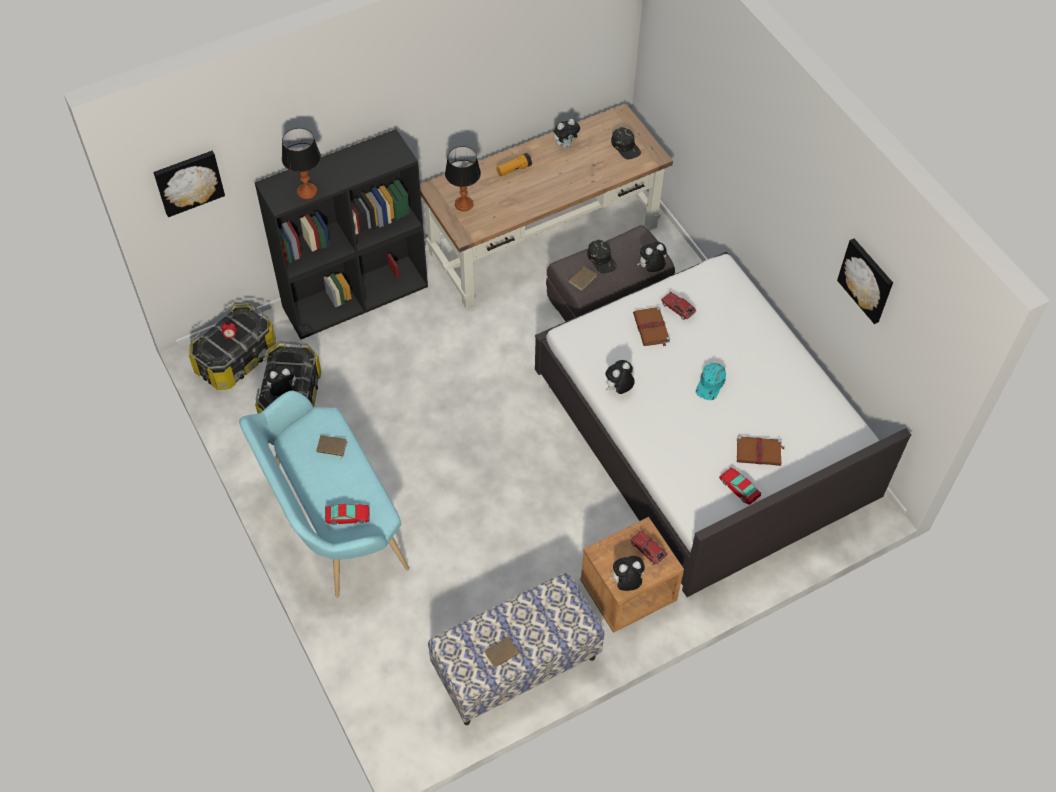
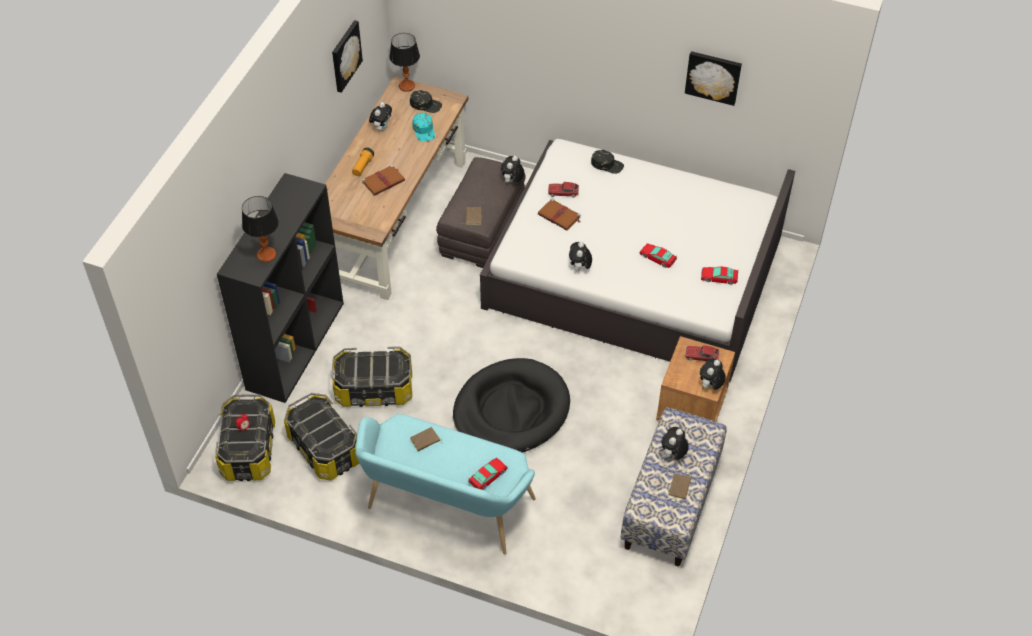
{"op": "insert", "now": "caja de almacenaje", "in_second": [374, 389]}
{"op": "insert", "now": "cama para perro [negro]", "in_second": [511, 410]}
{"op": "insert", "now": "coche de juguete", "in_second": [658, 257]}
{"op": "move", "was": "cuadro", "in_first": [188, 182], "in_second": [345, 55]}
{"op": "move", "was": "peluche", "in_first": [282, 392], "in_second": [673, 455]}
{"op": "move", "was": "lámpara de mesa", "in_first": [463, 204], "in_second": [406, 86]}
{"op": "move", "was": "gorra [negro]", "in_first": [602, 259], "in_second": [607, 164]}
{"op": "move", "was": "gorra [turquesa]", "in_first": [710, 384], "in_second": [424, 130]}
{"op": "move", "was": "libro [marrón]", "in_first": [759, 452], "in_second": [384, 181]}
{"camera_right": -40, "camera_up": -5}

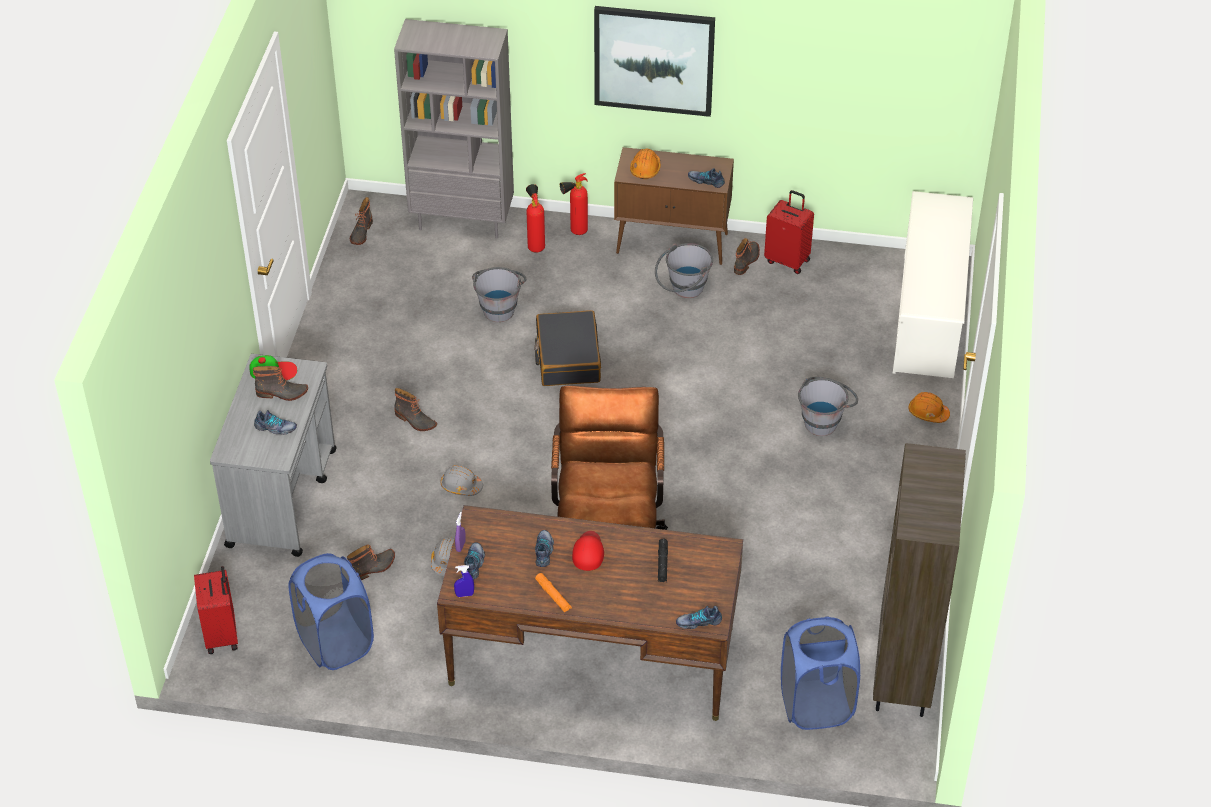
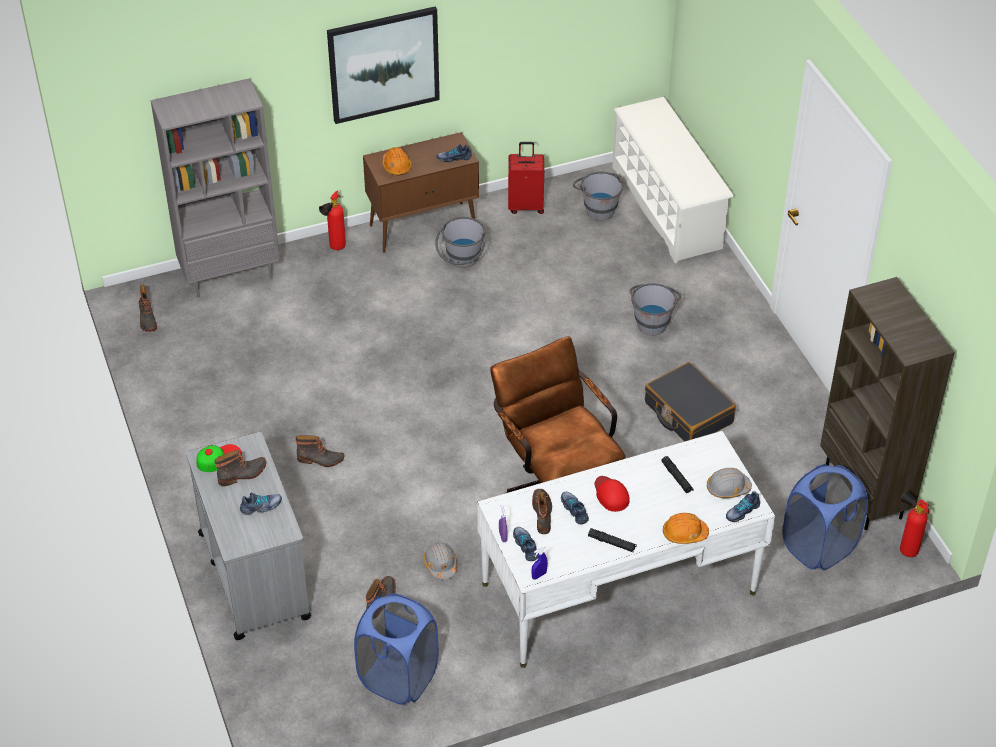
{"op": "delete", "was": "maleta [rojo]", "in_first": [222, 635]}
{"op": "move", "was": "casco [gris]", "in_first": [461, 486], "in_second": [728, 488]}
{"op": "move", "was": "cubo [gris]", "in_first": [499, 306], "in_second": [597, 208]}
{"op": "move", "was": "extintor", "in_first": [535, 245], "in_second": [905, 549]}
{"op": "move", "was": "maleta [negro]", "in_first": [567, 358], "in_second": [688, 413]}
{"op": "move", "was": "bota", "in_first": [747, 260], "in_second": [543, 513]}
{"op": "move", "was": "casco [naranja]", "in_first": [928, 413], "in_second": [684, 533]}
{"op": "recolor", "was": "escritorio [marrón]", "now": "escritorio [blanco]", "in_first": [592, 656], "in_second": [619, 588]}
{"op": "recolor", "was": "linterna [naranja]", "now": "linterna [negro]", "in_first": [553, 596], "in_second": [612, 543]}
{"camera_right": -30, "camera_up": 0}

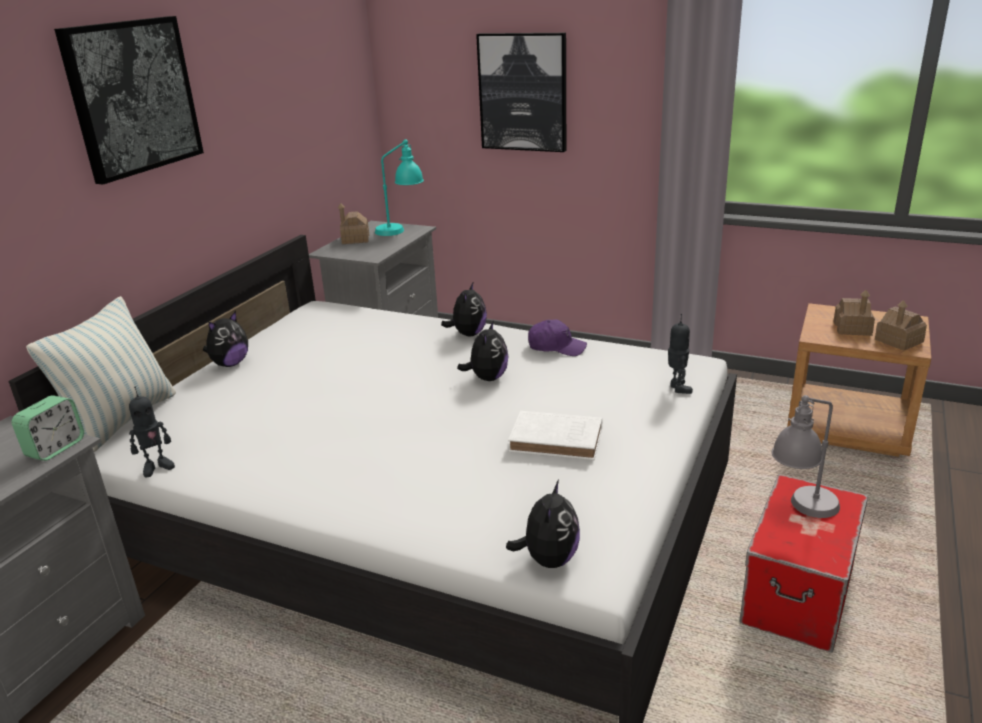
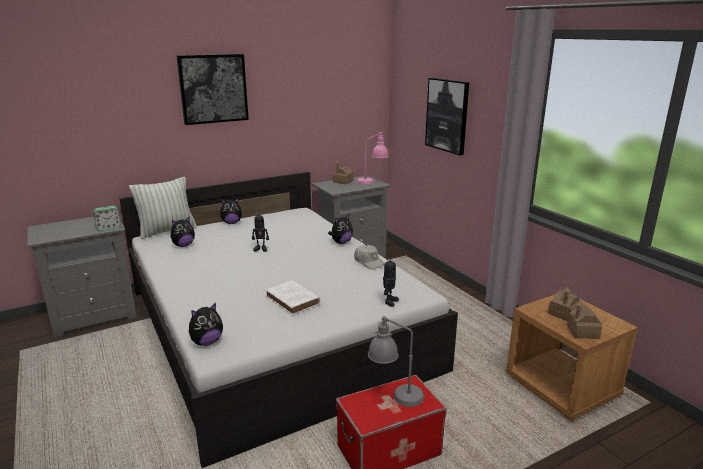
{"op": "move", "was": "robot de juguete", "in_first": [157, 467], "in_second": [261, 249]}
{"op": "move", "was": "peluche", "in_first": [487, 378], "in_second": [183, 245]}
{"op": "recolor", "was": "lámpara de mesa [turquesa]", "now": "lámpara de mesa [rosa]", "in_first": [401, 229], "in_second": [372, 182]}
{"op": "recolor", "was": "gorra [morado]", "now": "gorra [blanco]", "in_first": [556, 347], "in_second": [369, 262]}
{"camera_right": 35, "camera_up": -5}

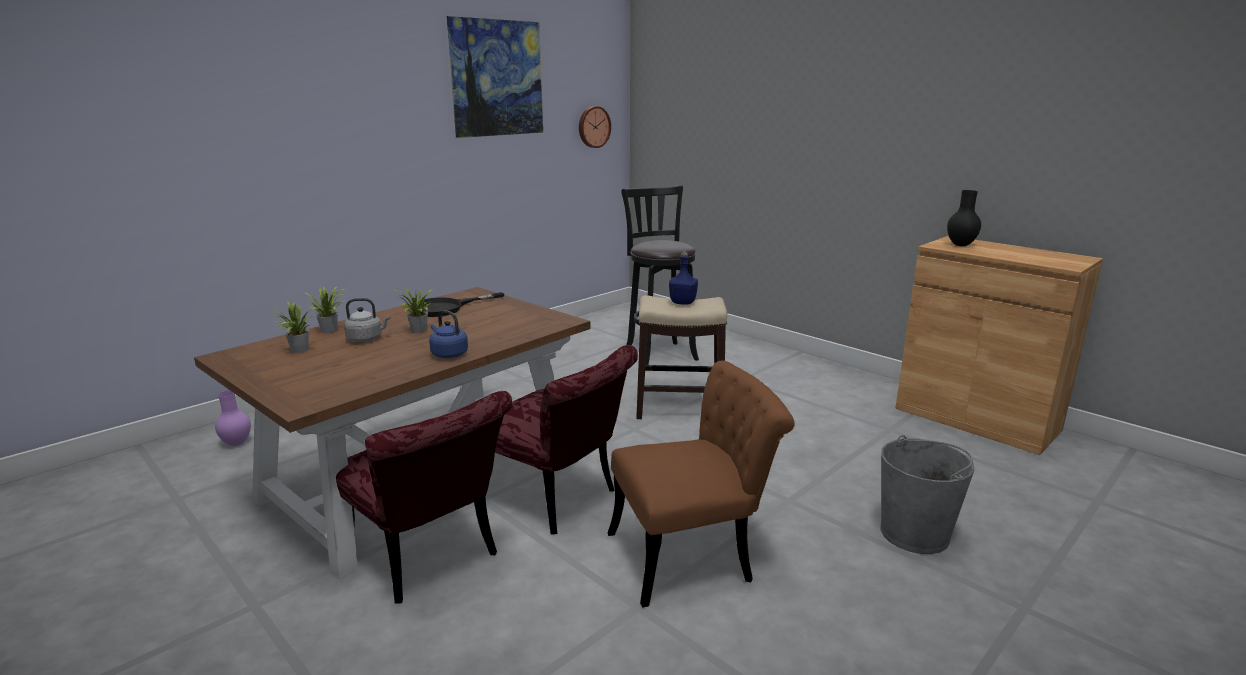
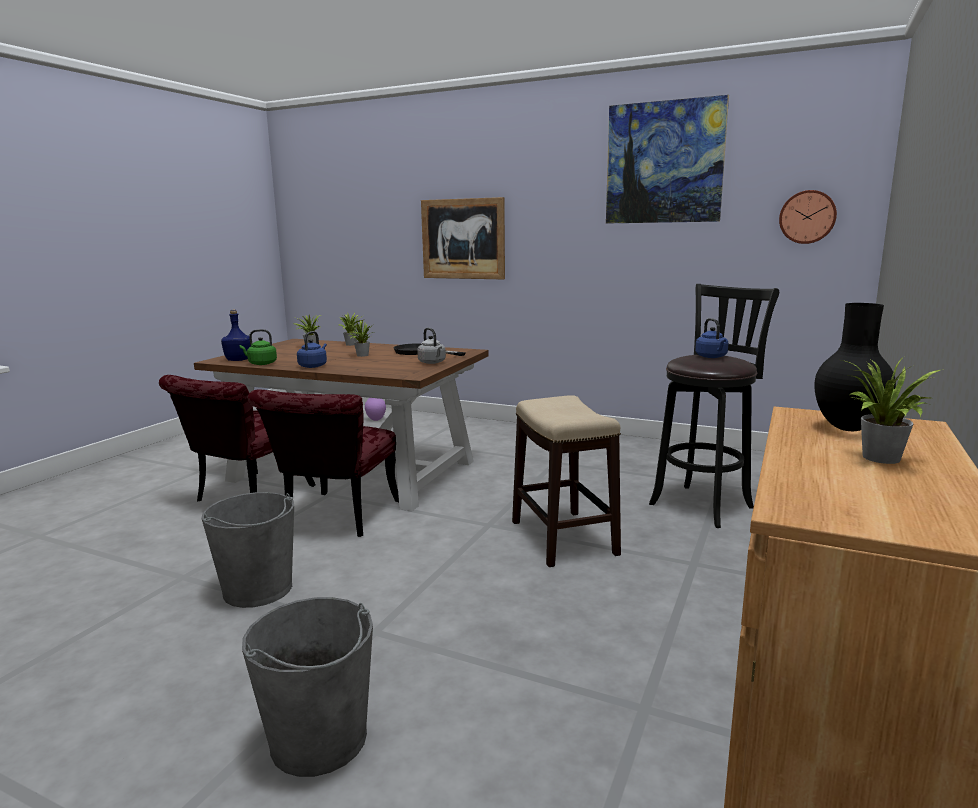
{"op": "insert", "now": "hervidor [verde]", "in_second": [261, 363]}
{"op": "insert", "now": "cuadro", "in_second": [463, 239]}
{"op": "insert", "now": "hervidor [azul]", "in_second": [712, 357]}
{"op": "insert", "now": "planta en maceta", "in_second": [880, 459]}
{"op": "move", "was": "hervidor [gris]", "in_first": [367, 339], "in_second": [432, 362]}
{"op": "move", "was": "botella [azul]", "in_first": [683, 302], "in_second": [239, 360]}
{"op": "replace", "was": "silla [marrón]", "now": "cubo [gris]", "in_first": [693, 555], "in_second": [258, 589]}
{"camera_right": 70, "camera_up": -5}

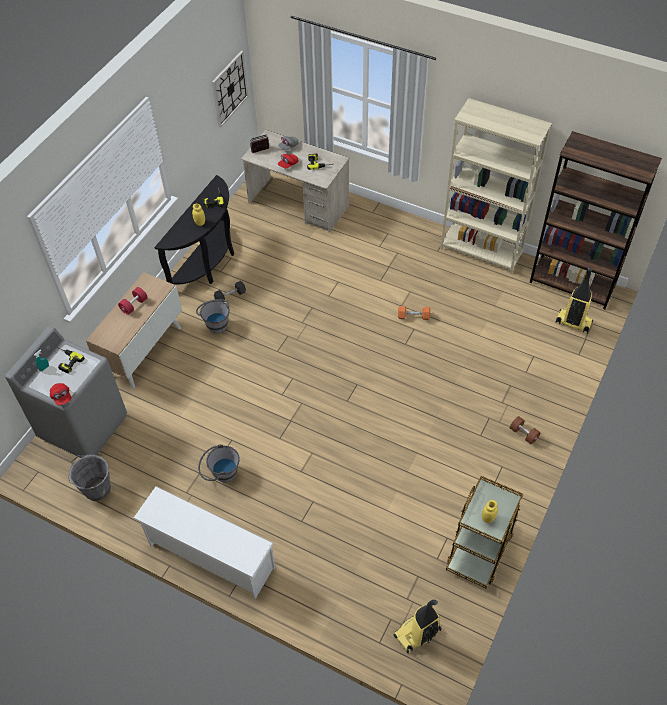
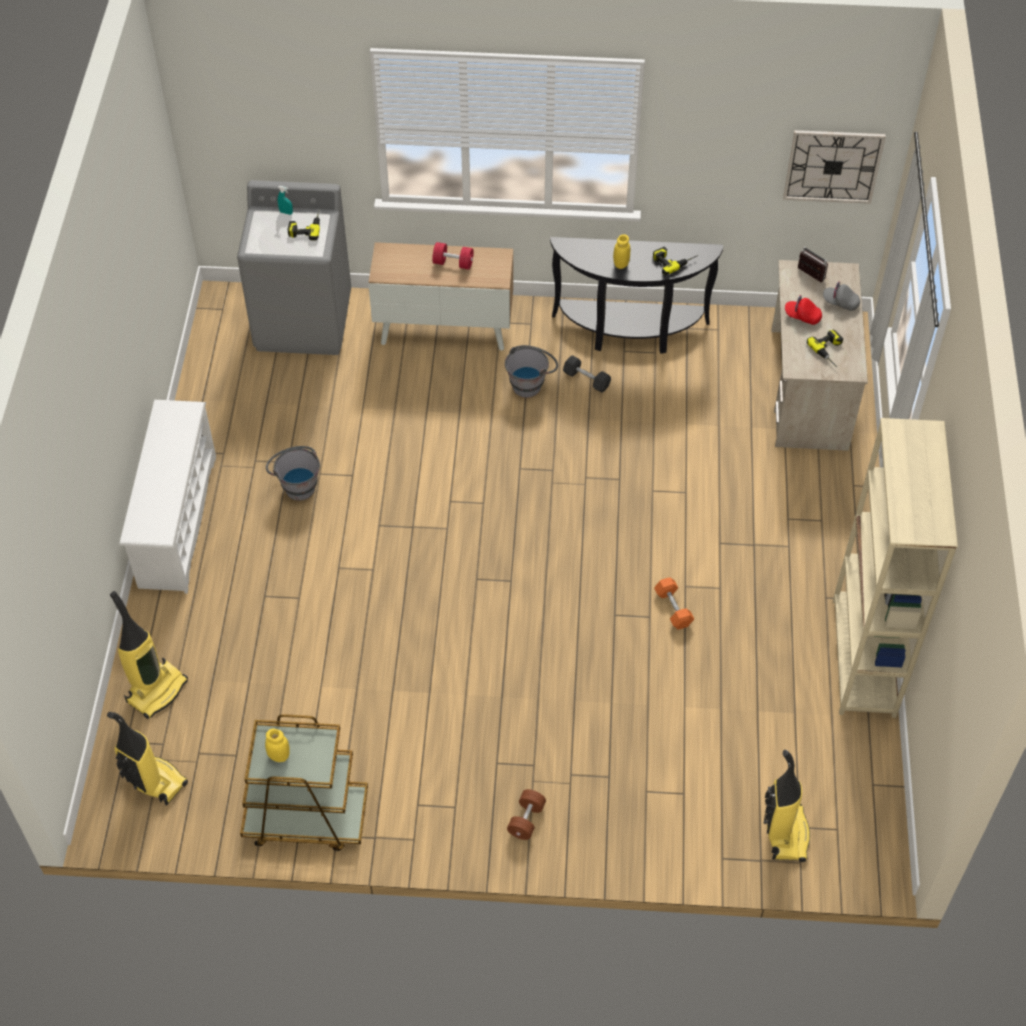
{"op": "delete", "was": "gorra [rojo]", "in_first": [62, 397]}
{"op": "delete", "was": "cubo [gris]", "in_first": [96, 488]}
{"op": "delete", "was": "estantería [marrón]", "in_first": [572, 285]}
{"op": "insert", "now": "aspiradora", "in_second": [156, 690]}
{"camera_right": 65, "camera_up": 0}

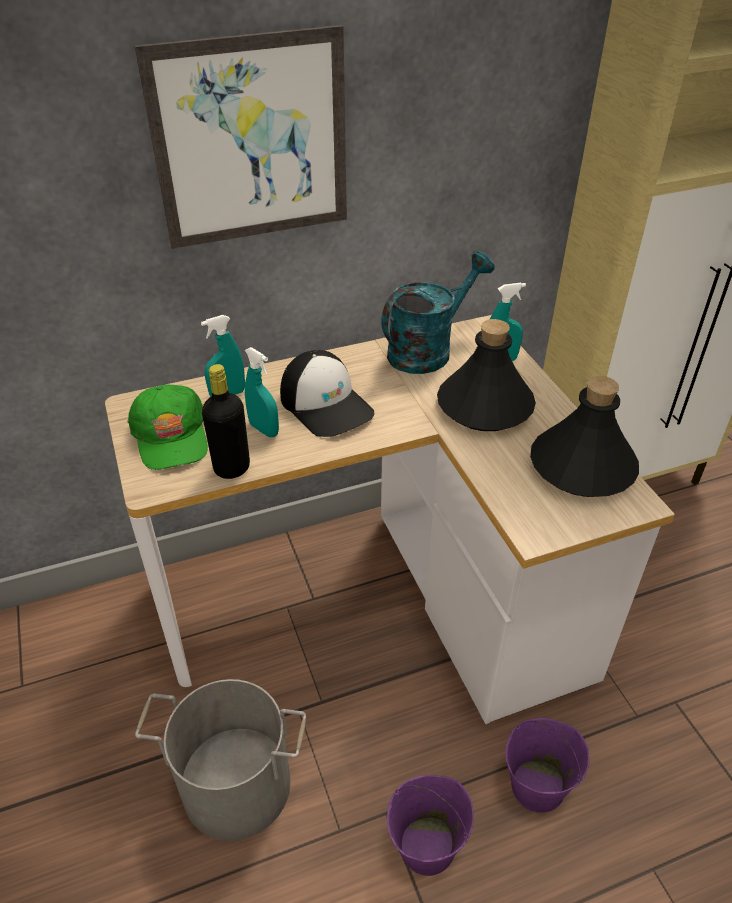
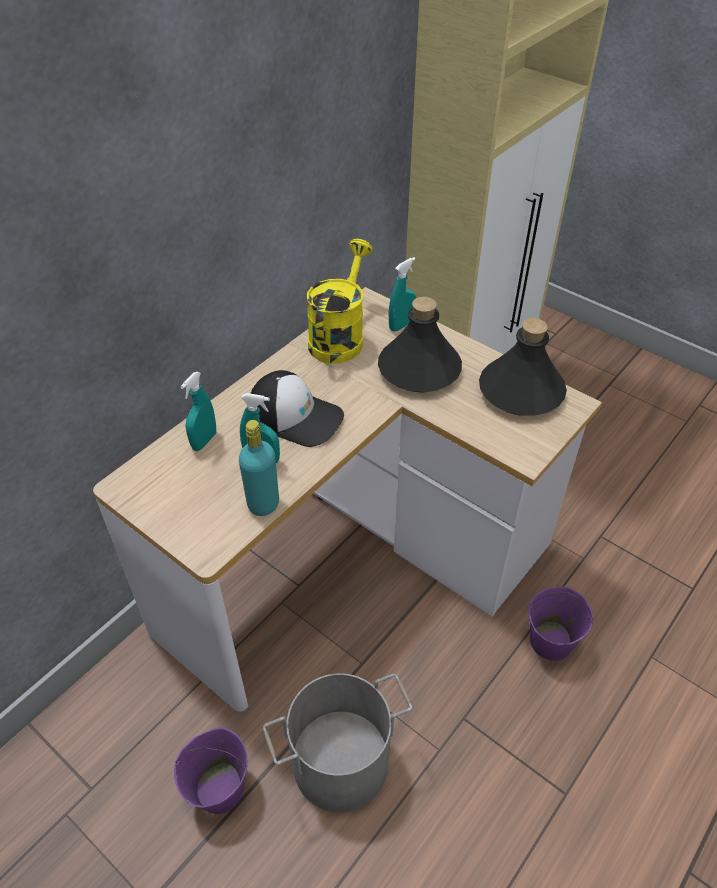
{"op": "delete", "was": "gorra [verde]", "in_first": [171, 436]}
{"op": "delete", "was": "cuadro", "in_first": [251, 141]}
{"op": "move", "was": "cubo [morado]", "in_first": [427, 844], "in_second": [220, 787]}
{"op": "recolor", "was": "botella [negro]", "now": "botella [turquesa]", "in_first": [232, 468], "in_second": [263, 504]}
{"op": "recolor", "was": "regadera [turquesa]", "now": "regadera [amarillo]", "in_first": [428, 350], "in_second": [339, 336]}
{"camera_right": -30, "camera_up": 5}

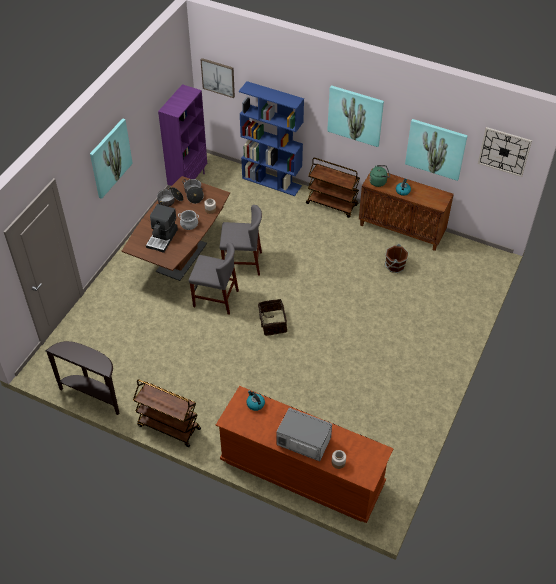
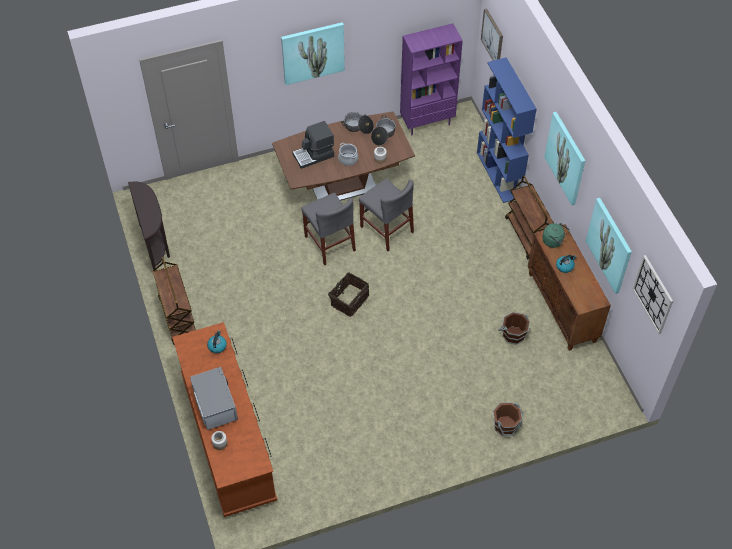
{"op": "insert", "now": "cubo [marrón]", "in_second": [506, 425]}
{"camera_right": 45, "camera_up": 5}

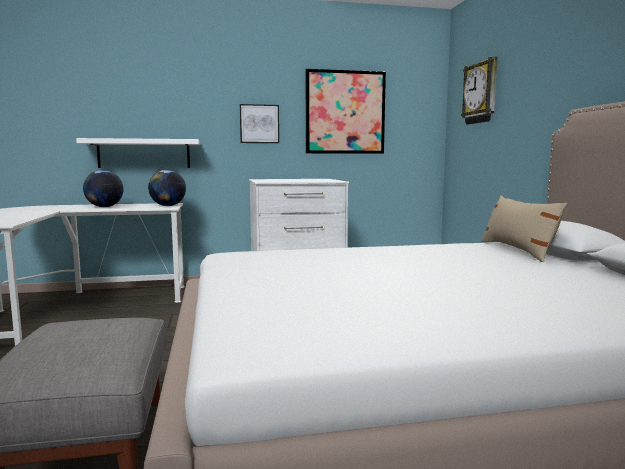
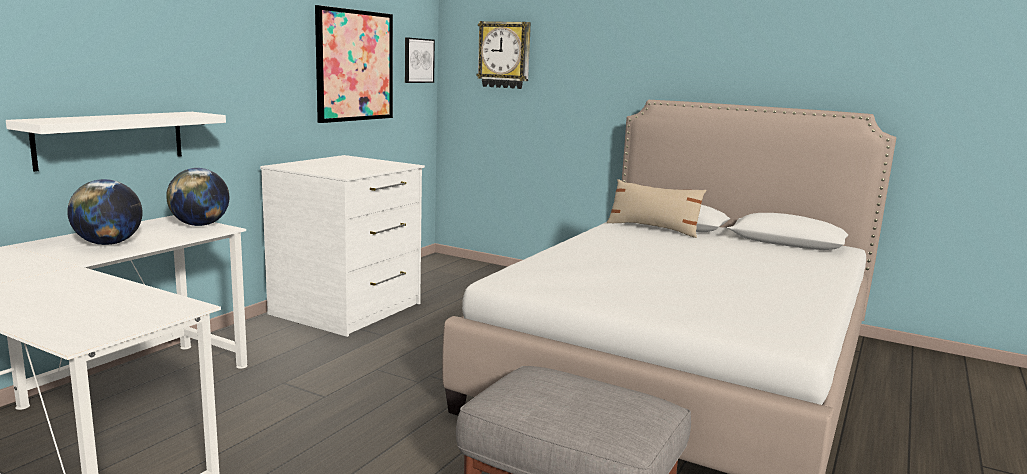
{"op": "move", "was": "cuadro", "in_first": [259, 124], "in_second": [418, 60]}
{"camera_right": -50, "camera_up": 5}

